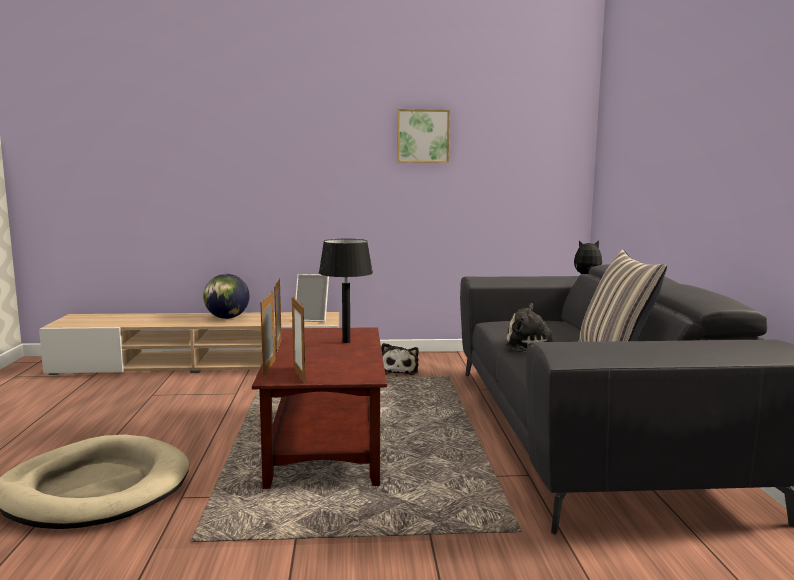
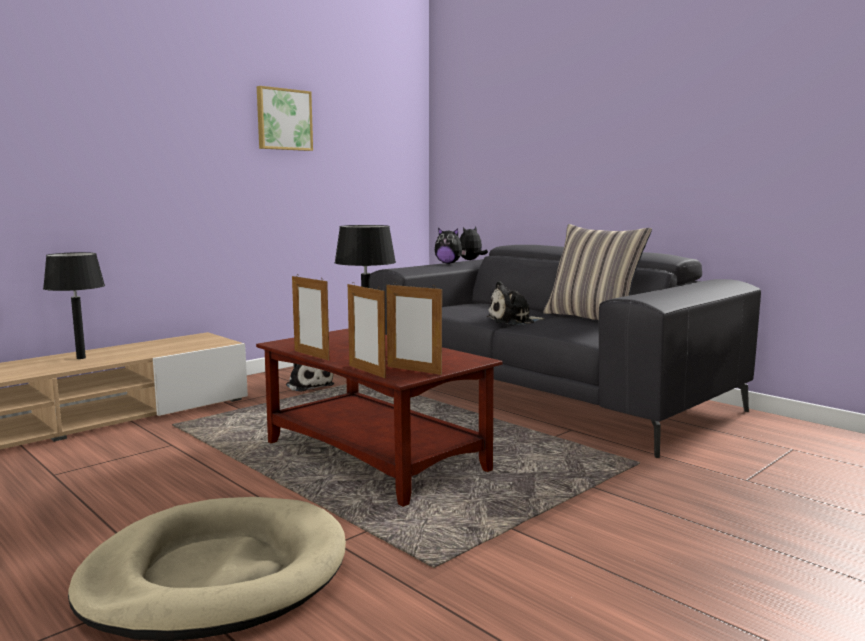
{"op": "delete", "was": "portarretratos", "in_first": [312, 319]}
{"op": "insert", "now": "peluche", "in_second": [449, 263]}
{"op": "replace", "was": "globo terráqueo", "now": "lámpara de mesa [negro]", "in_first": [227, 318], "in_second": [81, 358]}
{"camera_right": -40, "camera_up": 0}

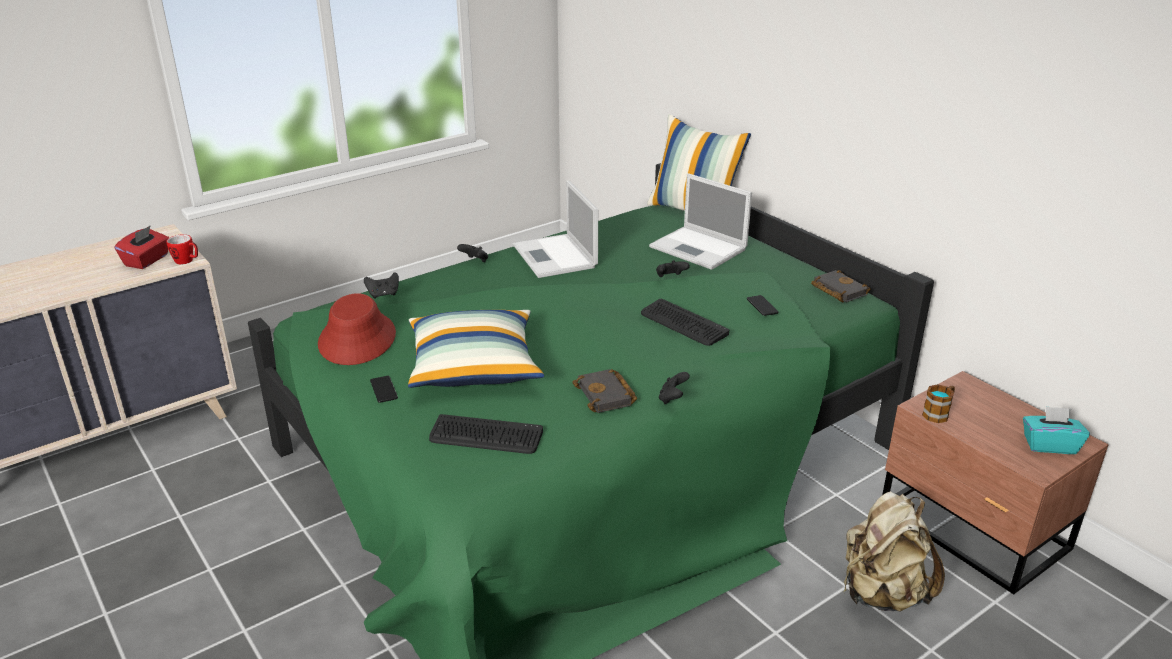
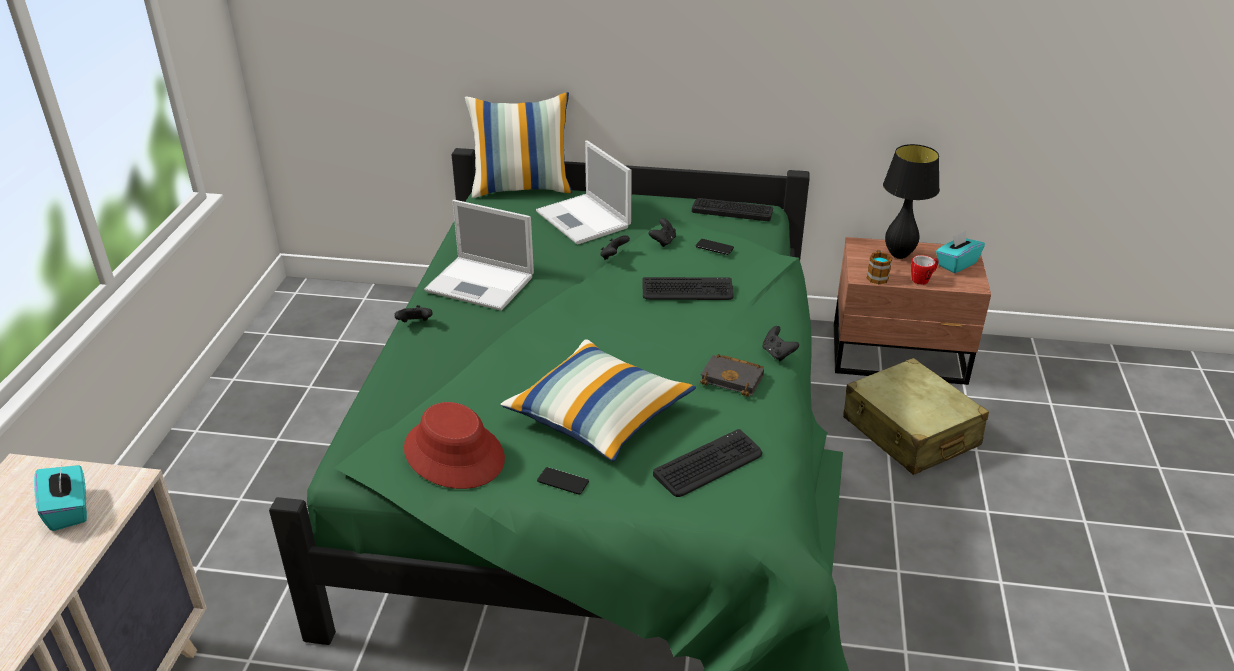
{"op": "insert", "now": "lámpara de mesa [negro]", "in_second": [898, 255]}
{"op": "move", "was": "taza grande", "in_first": [187, 261], "in_second": [923, 279]}
{"op": "move", "was": "mando de consola [negro]", "in_first": [383, 294], "in_second": [663, 241]}
{"op": "replace", "was": "libro [negro]", "now": "teclado", "in_first": [837, 290], "in_second": [732, 210]}
{"op": "replace", "was": "mochila [beis]", "now": "maleta [beis]", "in_first": [882, 594], "in_second": [910, 432]}
{"op": "recolor", "was": "caja de pañuelos [rojo]", "now": "caja de pañuelos [turquesa]", "in_first": [147, 260], "in_second": [69, 510]}
{"op": "rotate", "was": "portátil", "in_first": [699, 248], "in_second": [584, 220], "clockwise": 60}
{"camera_right": -45, "camera_up": 5}

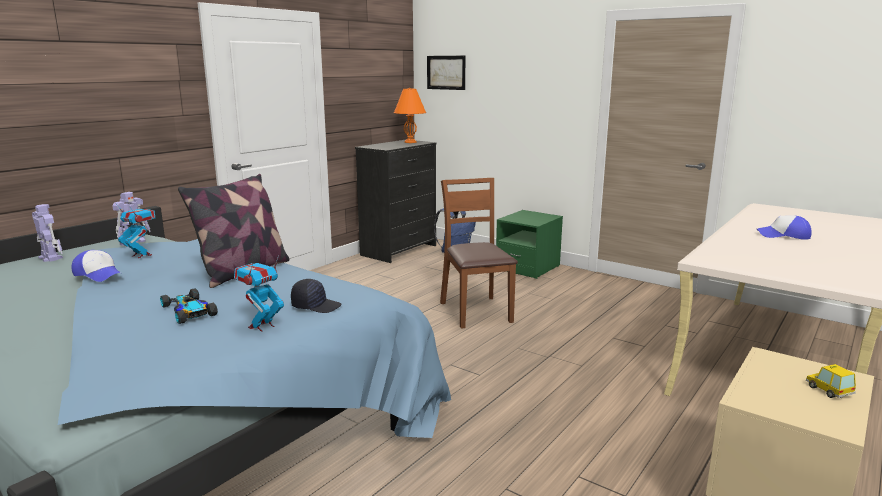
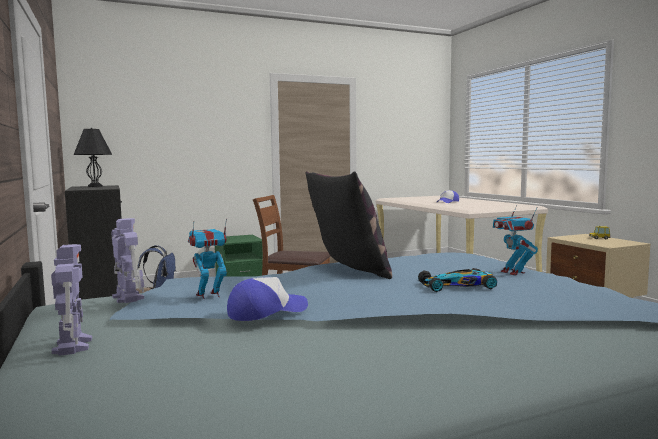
{"op": "delete", "was": "gorra [negro]", "in_first": [316, 306]}
{"op": "delete", "was": "cuadro", "in_first": [446, 72]}
{"op": "recolor", "was": "lámpara de mesa [naranja]", "now": "lámpara de mesa [negro]", "in_first": [410, 142], "in_second": [94, 186]}
{"op": "rotate", "was": "robot de juguete", "in_first": [50, 257], "in_second": [73, 345], "clockwise": 90}
{"camera_right": -60, "camera_up": -10}

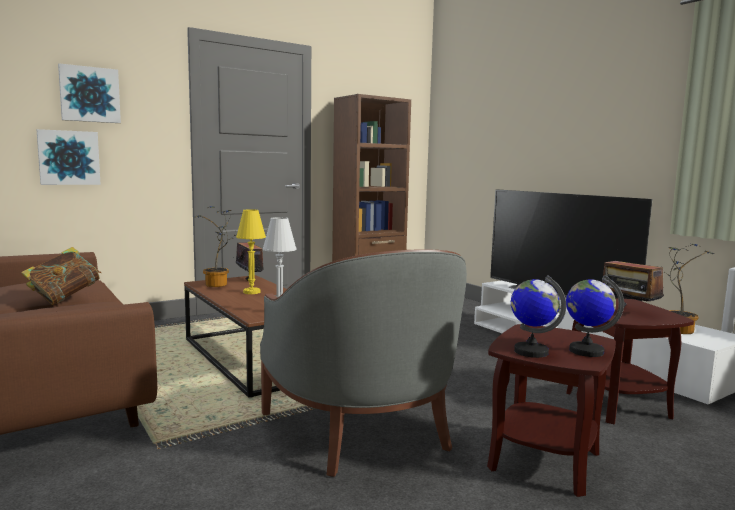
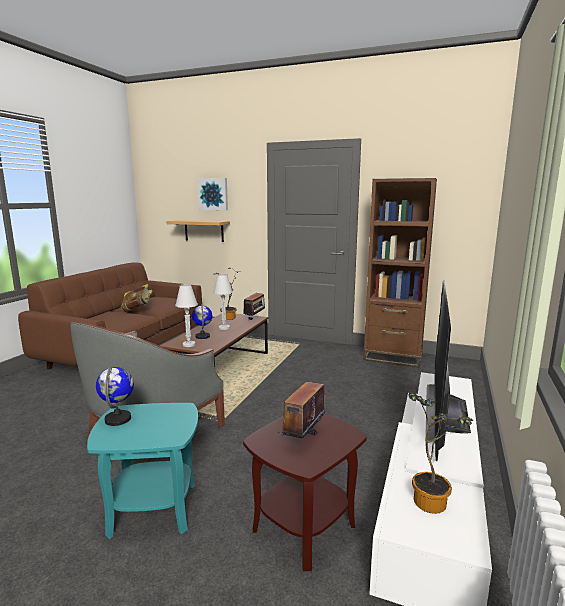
{"op": "move", "was": "globo terráqueo", "in_first": [586, 351], "in_second": [202, 336]}
{"op": "replace", "was": "cuadro", "now": "estante", "in_first": [69, 157], "in_second": [204, 230]}
{"op": "recolor", "was": "lámpara de mesa [amarillo]", "now": "lámpara de mesa [blanco]", "in_first": [251, 292], "in_second": [224, 328]}
{"op": "recolor", "was": "mesa auxiliar [marrón]", "now": "mesa auxiliar [turquesa]", "in_first": [545, 461], "in_second": [153, 509]}
{"camera_right": 55, "camera_up": 5}

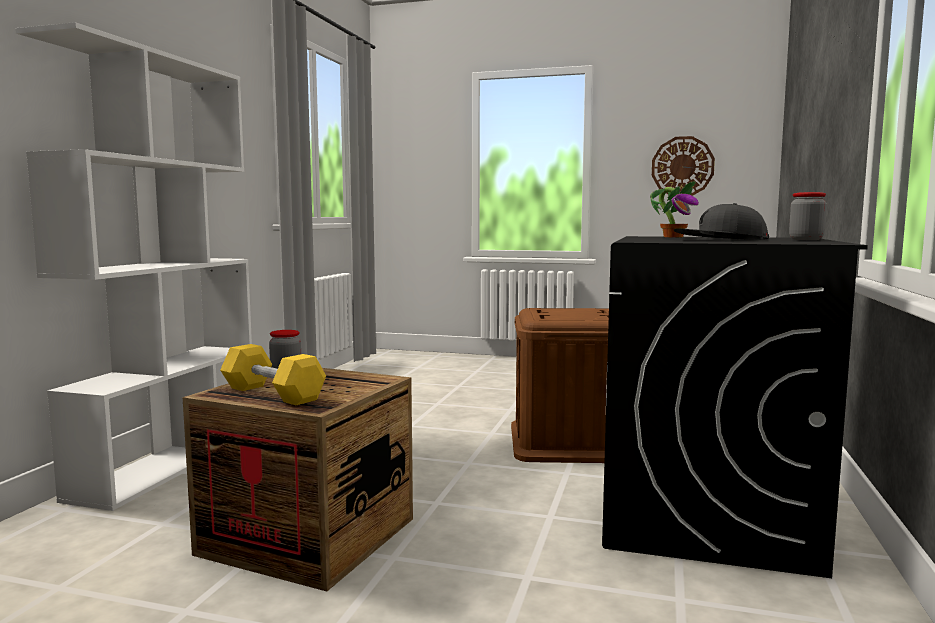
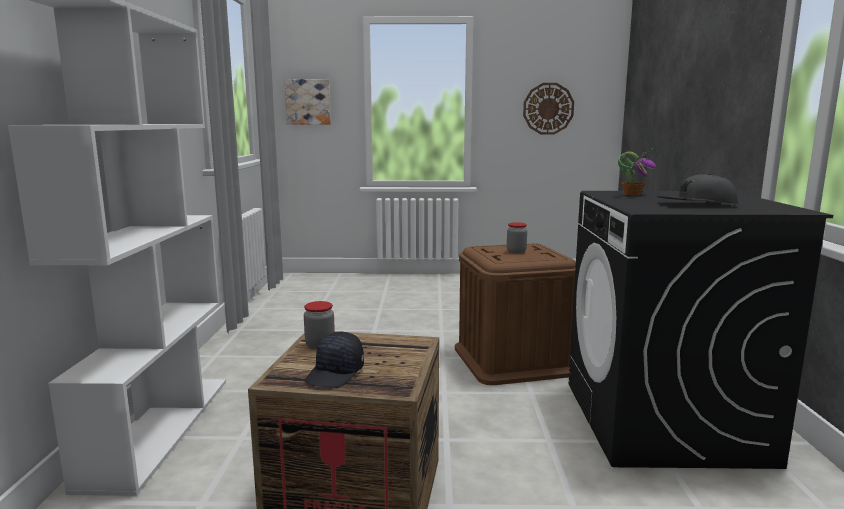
{"op": "insert", "now": "cuadro", "in_second": [308, 102]}
{"op": "move", "was": "tarro", "in_first": [806, 239], "in_second": [516, 251]}
{"op": "replace", "was": "mancuerna [amarillo]", "now": "gorra [negro]", "in_first": [273, 394], "in_second": [336, 374]}
{"camera_right": -15, "camera_up": 5}

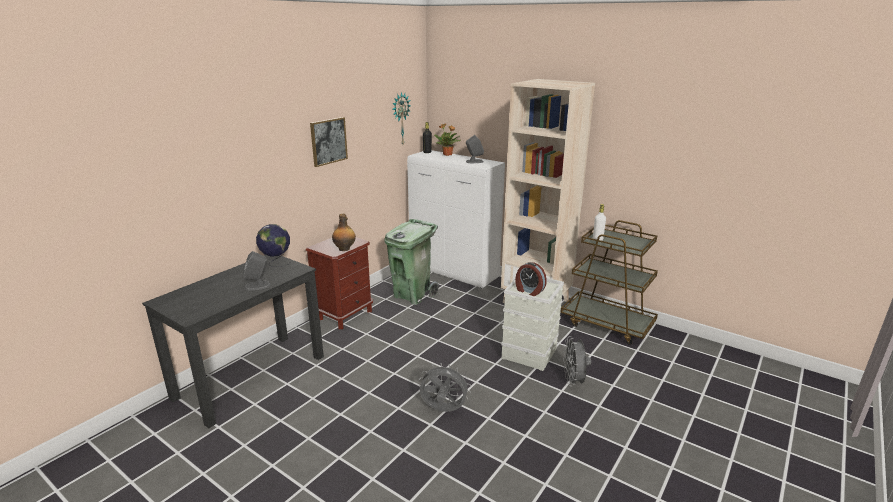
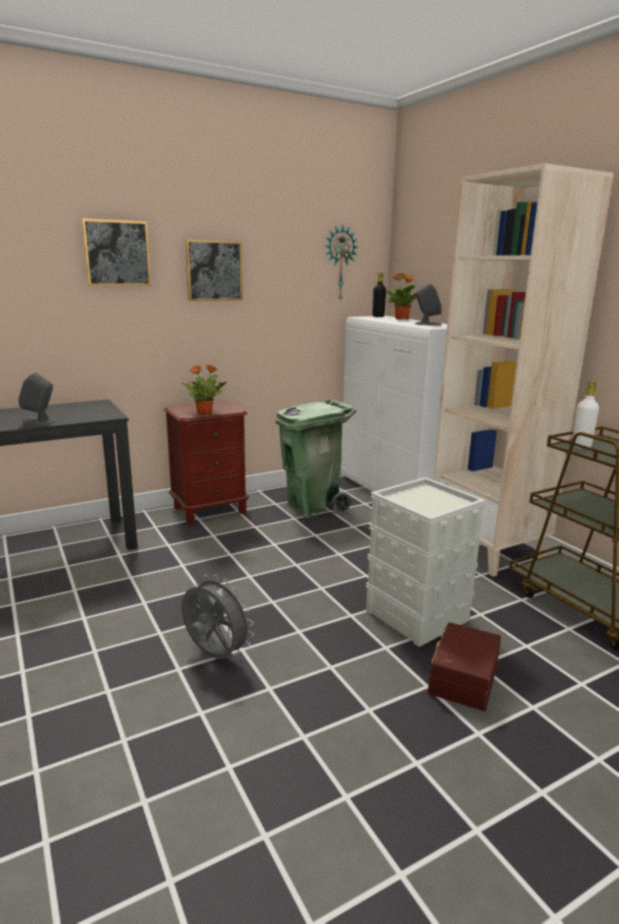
{"op": "delete", "was": "globo terráqueo", "in_first": [276, 263]}
{"op": "delete", "was": "despertador", "in_first": [529, 291]}
{"op": "insert", "now": "cuadro", "in_second": [117, 253]}
{"op": "replace", "was": "botella", "now": "planta en maceta", "in_first": [344, 249], "in_second": [205, 413]}
{"op": "replace", "was": "ventilador [gris]", "now": "caja de almacenaje [marrón]", "in_first": [573, 381], "in_second": [461, 678]}
{"camera_right": 25, "camera_up": -5}

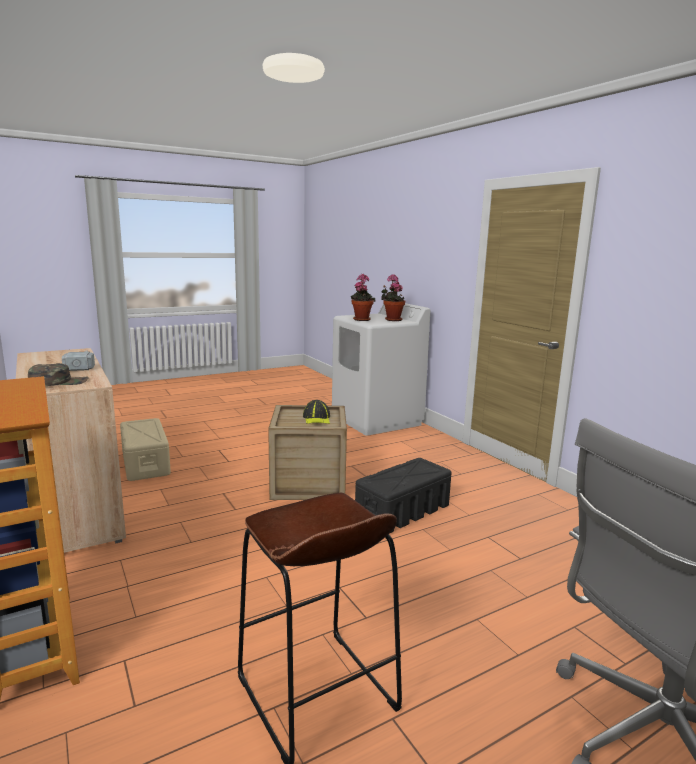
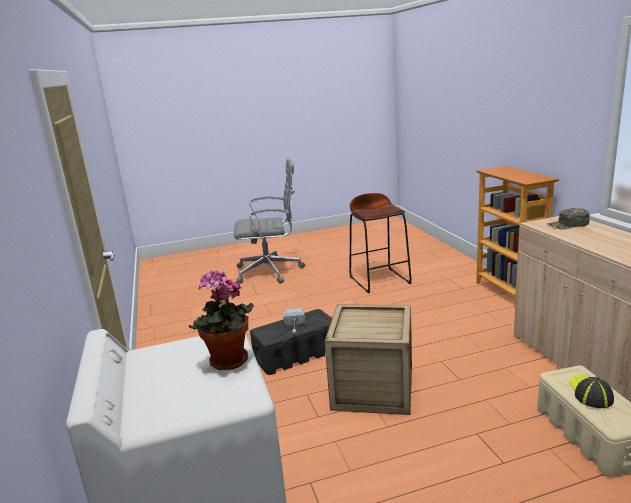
{"op": "delete", "was": "planta en maceta", "in_first": [392, 320]}
{"op": "move", "was": "martillo", "in_first": [82, 365], "in_second": [294, 328]}
{"op": "move", "was": "gorra", "in_first": [317, 418], "in_second": [590, 393]}
{"camera_right": -165, "camera_up": 5}

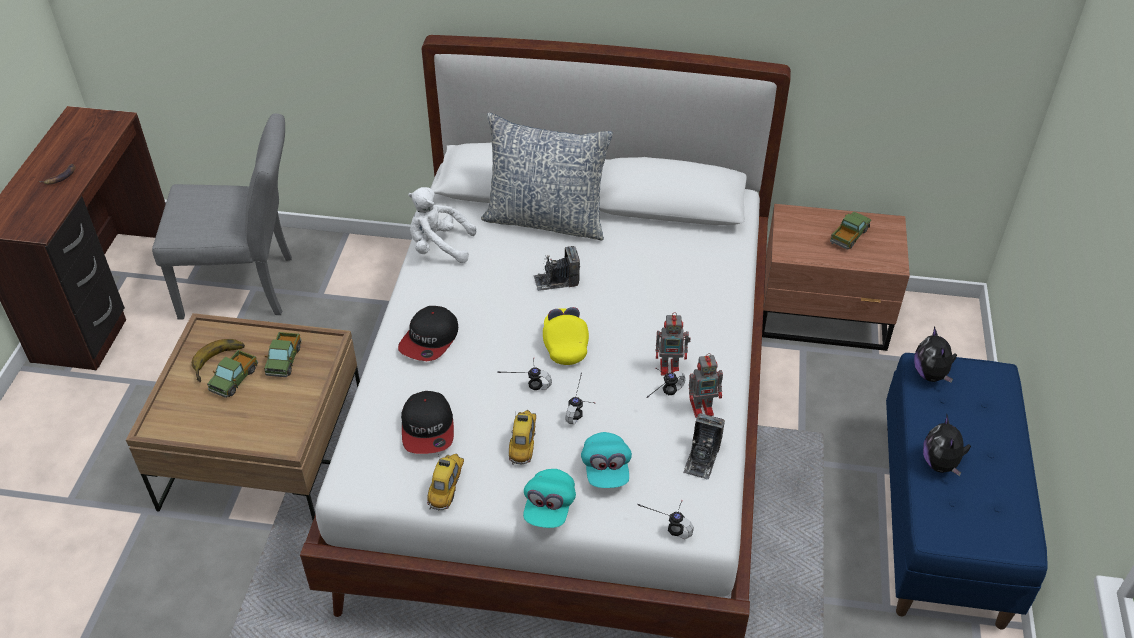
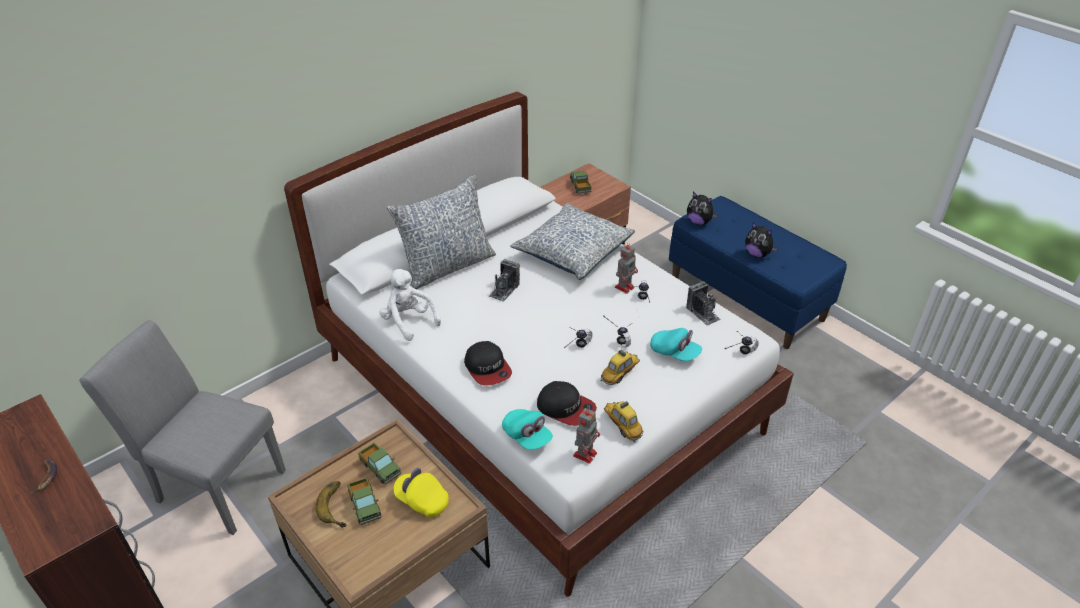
{"op": "insert", "now": "cojín", "in_second": [573, 251]}
{"op": "move", "was": "gorra [turquesa]", "in_first": [549, 507], "in_second": [527, 436]}
{"op": "move", "was": "gorra [amarillo]", "in_first": [565, 344], "in_second": [422, 500]}
{"op": "move", "was": "robot de juguete", "in_first": [703, 408], "in_second": [585, 453]}
{"op": "rotate", "was": "silla [gris]", "in_first": [247, 287], "in_second": [213, 483], "clockwise": -105}
{"op": "rotate", "was": "peluche [blanco]", "in_first": [439, 246], "in_second": [409, 321], "clockwise": 90}
{"op": "rotate", "was": "coche de juguete", "in_first": [523, 443], "in_second": [620, 374], "clockwise": 90}
{"camera_right": -50, "camera_up": -5}

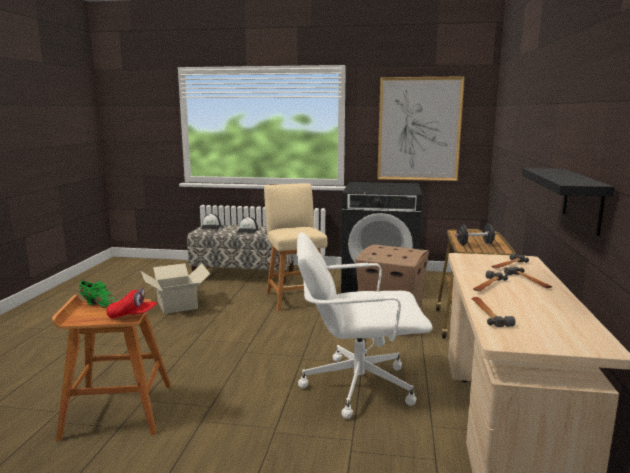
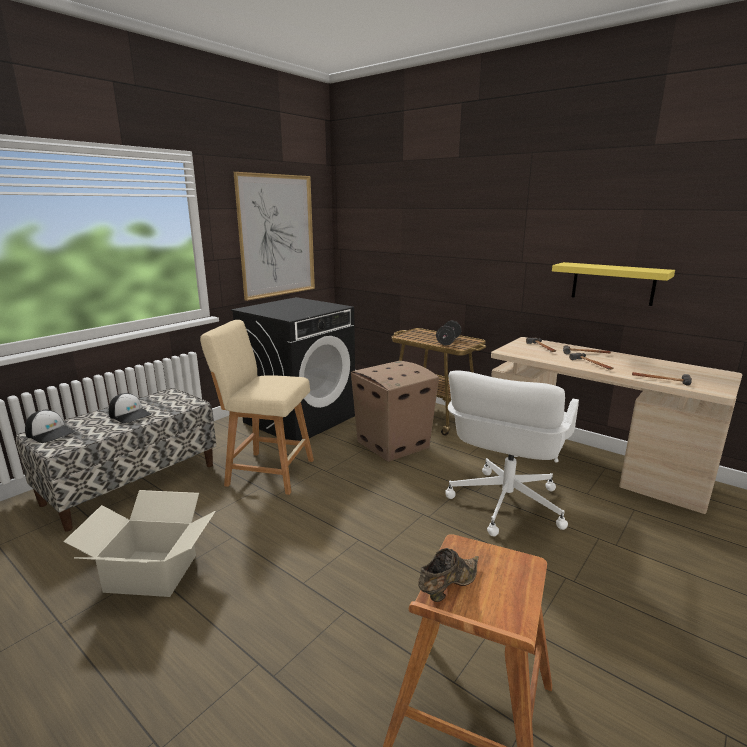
{"op": "delete", "was": "gorra [rojo]", "in_first": [132, 316]}
{"op": "recolor", "was": "zapato [verde]", "now": "zapato [marrón]", "in_first": [100, 304], "in_second": [447, 587]}
{"op": "recolor", "was": "estante [negro]", "now": "estante [amarillo]", "in_first": [583, 200], "in_second": [613, 283]}
{"camera_right": -60, "camera_up": 5}

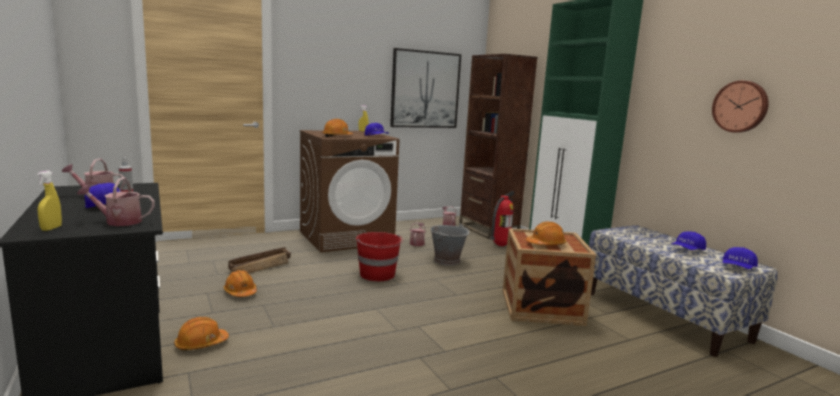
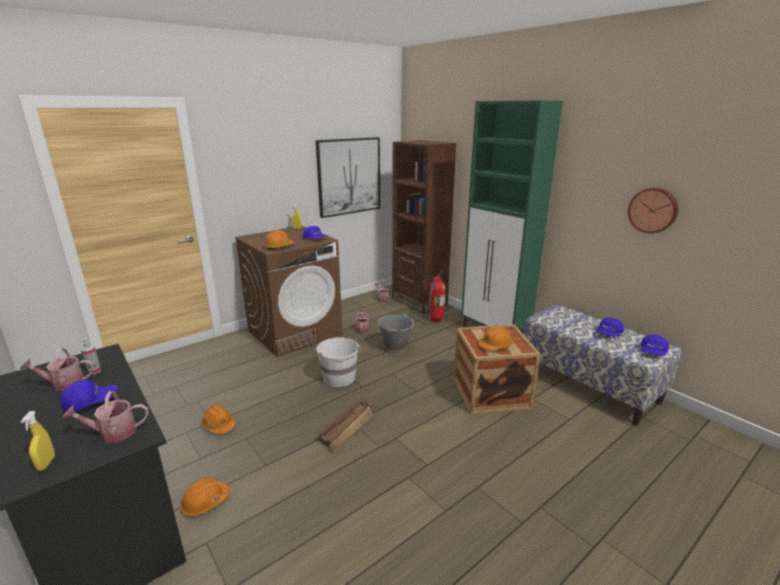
{"op": "move", "was": "caja de embalaje", "in_first": [261, 267], "in_second": [348, 428]}
{"op": "recolor", "was": "cubo [rojo]", "now": "cubo [blanco]", "in_first": [378, 275], "in_second": [340, 378]}
{"camera_right": -10, "camera_up": 10}

